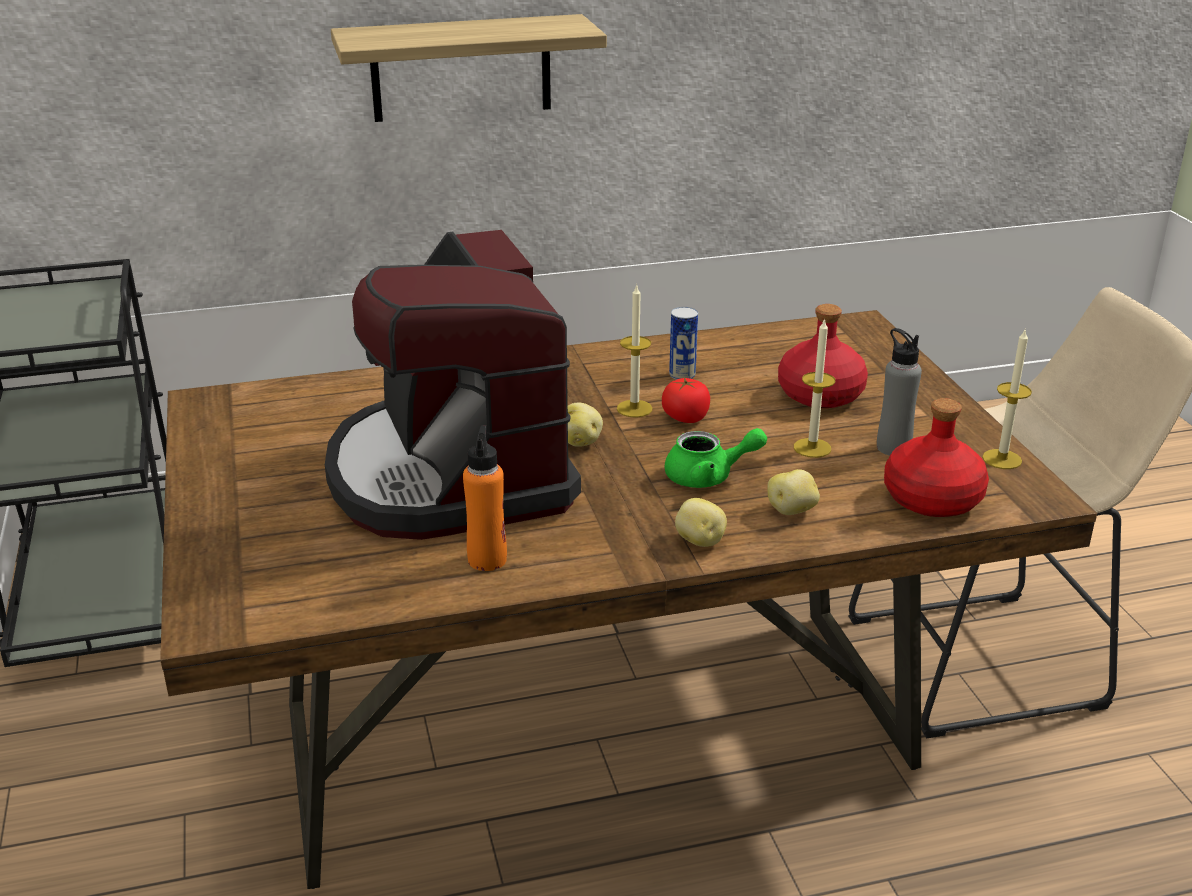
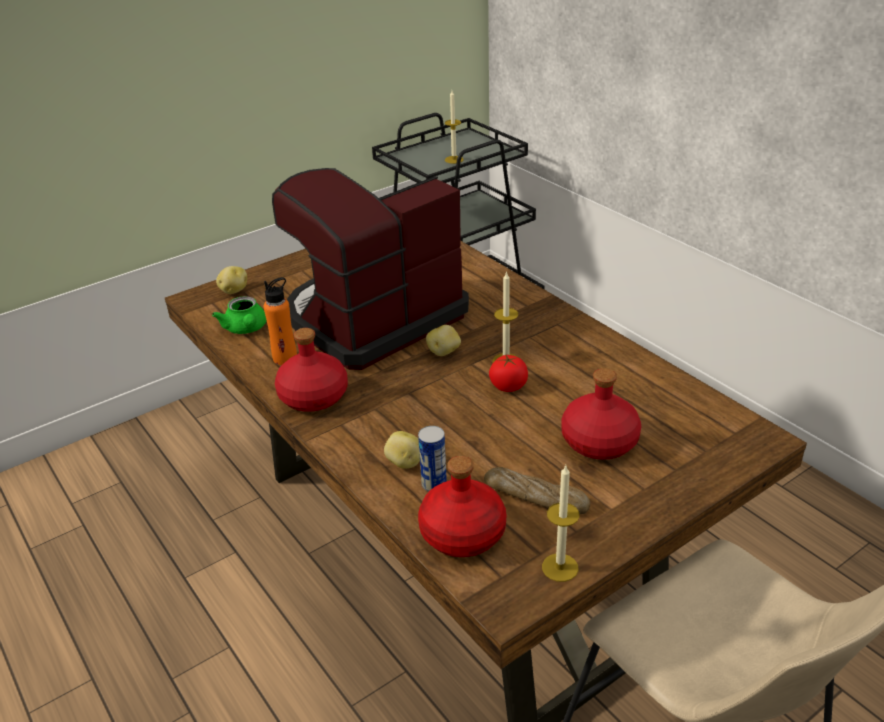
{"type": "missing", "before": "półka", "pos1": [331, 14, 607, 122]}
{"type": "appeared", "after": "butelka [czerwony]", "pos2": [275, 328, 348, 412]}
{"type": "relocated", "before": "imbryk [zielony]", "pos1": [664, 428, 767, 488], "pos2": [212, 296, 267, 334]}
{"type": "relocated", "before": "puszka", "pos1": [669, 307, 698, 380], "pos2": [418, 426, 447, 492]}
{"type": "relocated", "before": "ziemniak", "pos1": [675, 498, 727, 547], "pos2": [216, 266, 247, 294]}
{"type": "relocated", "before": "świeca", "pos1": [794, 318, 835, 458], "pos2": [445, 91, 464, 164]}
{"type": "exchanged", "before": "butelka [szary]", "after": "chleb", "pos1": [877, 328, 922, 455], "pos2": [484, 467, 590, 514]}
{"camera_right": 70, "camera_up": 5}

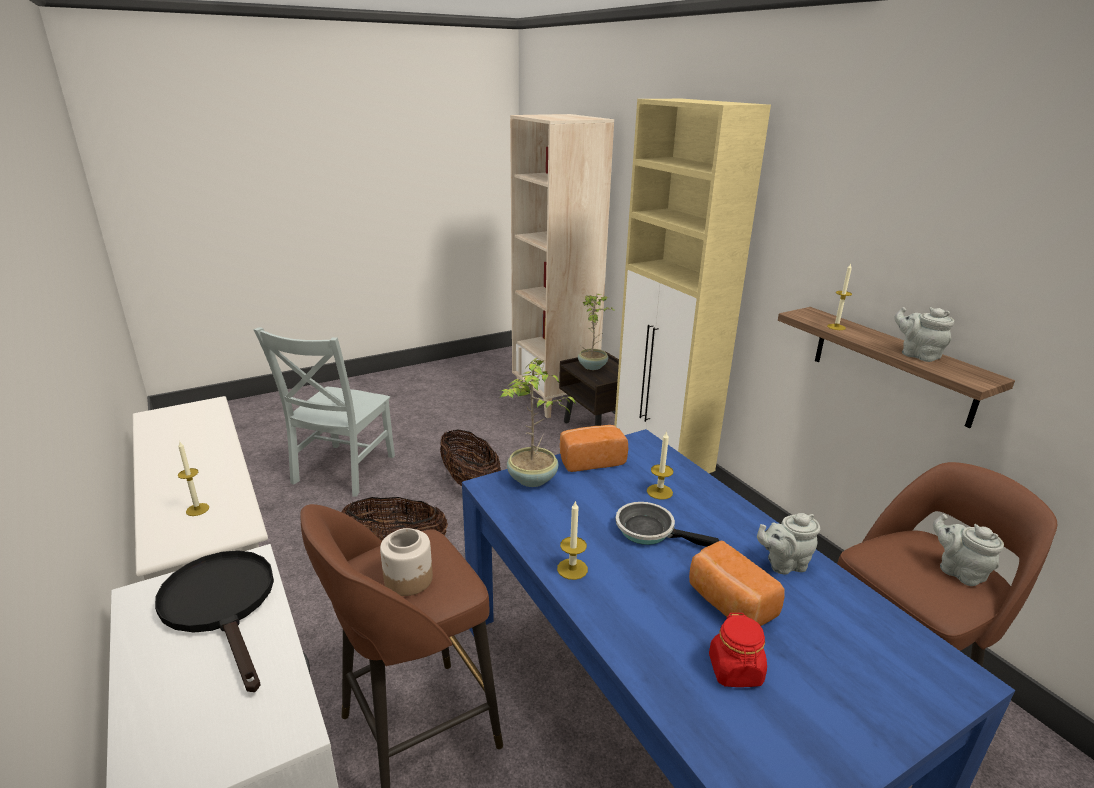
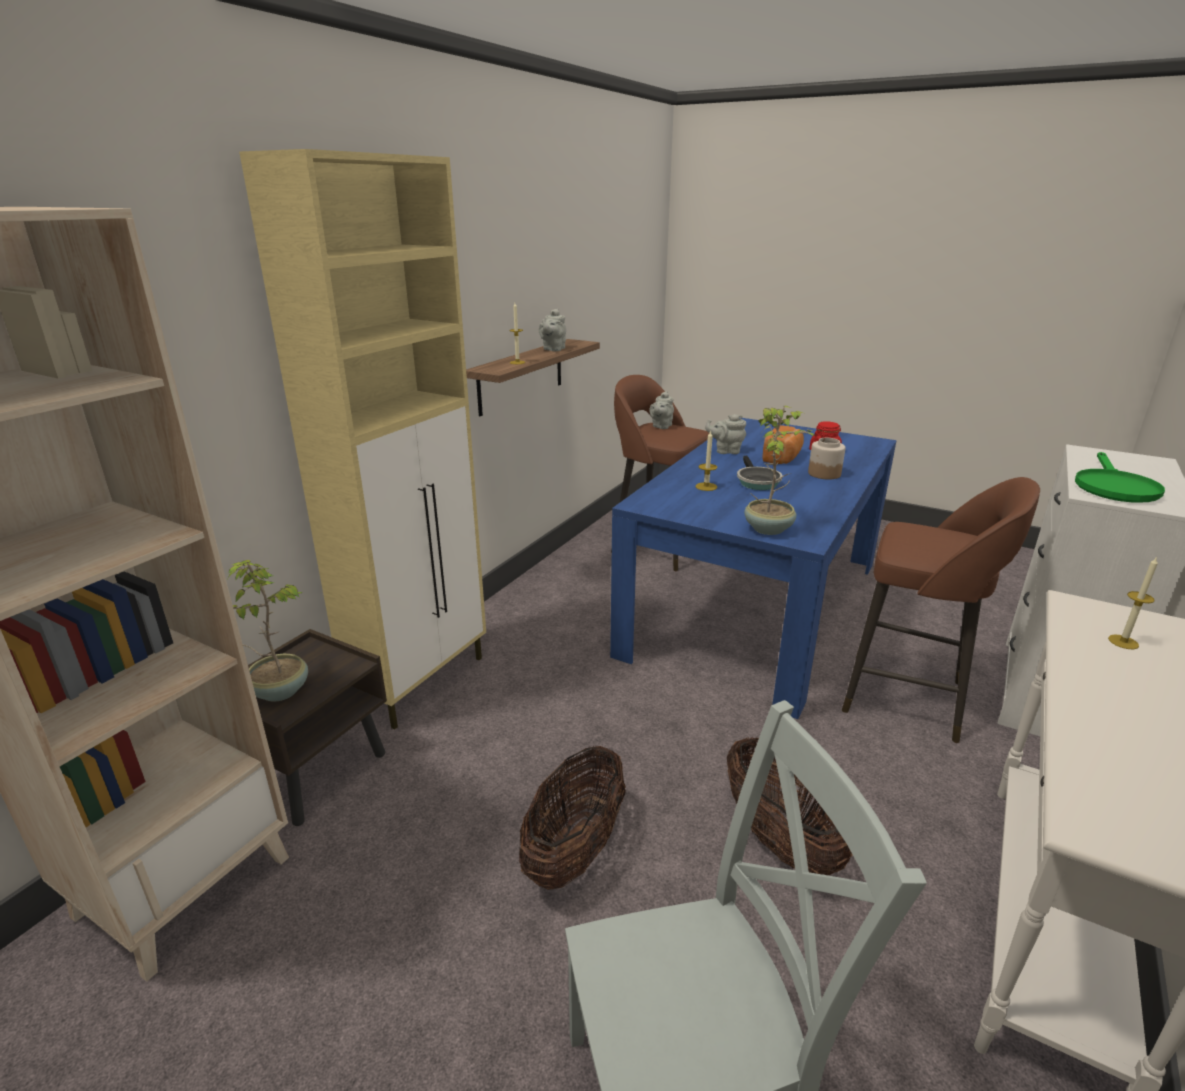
{"type": "missing", "before": "świeca", "pos1": [557, 500, 588, 580]}
{"type": "missing", "before": "chleb", "pos1": [560, 425, 628, 472]}
{"type": "relocated", "before": "słoik", "pos1": [380, 528, 433, 596], "pos2": [808, 438, 845, 479]}
{"type": "colour", "before": "patelnia [czarny]", "after": "patelnia [zielony]", "pos1": [155, 550, 274, 692], "pos2": [1075, 452, 1165, 503]}
{"type": "spun", "before": "imbryk [szary]", "pos1": [757, 513, 820, 575], "pos2": [705, 414, 746, 454], "turn": 135}
{"camera_right": -120, "camera_up": 0}

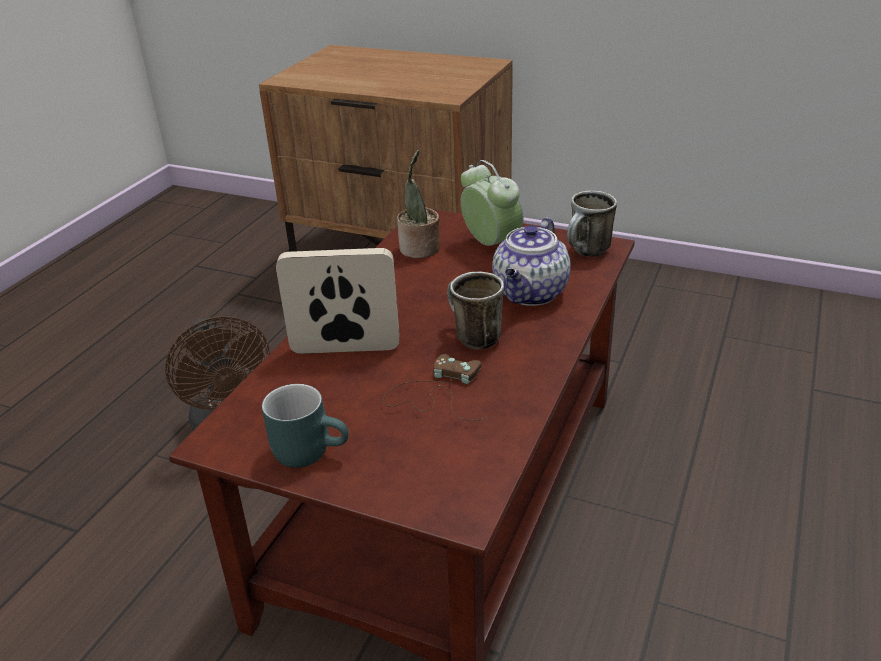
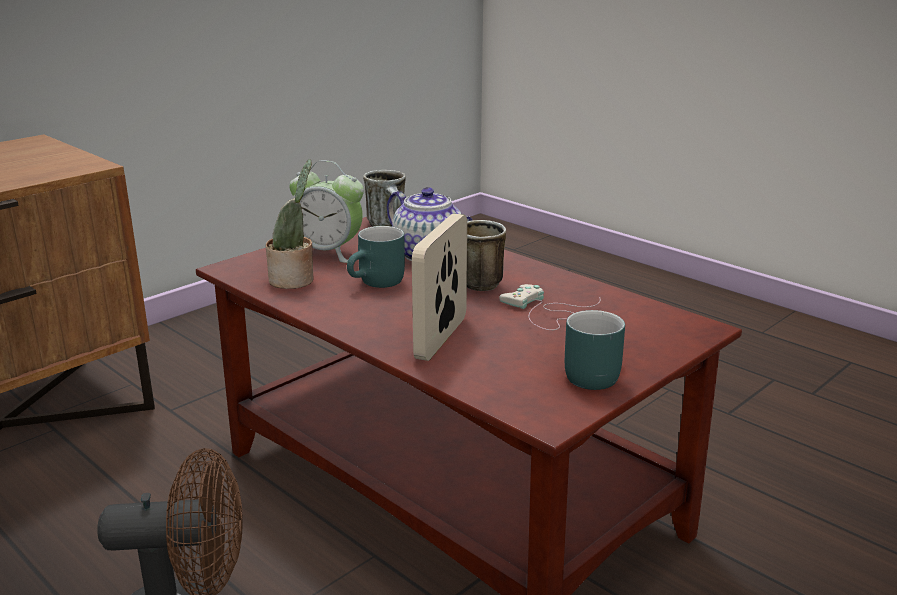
{"type": "appeared", "after": "kubek [turkusowy]", "pos2": [347, 226, 405, 288]}
{"type": "colour", "before": "pad do gier [brązowy]", "after": "pad do gier [biały]", "pos1": [383, 354, 486, 421], "pos2": [499, 284, 601, 330]}
{"type": "spun", "before": "budzik", "pos1": [461, 160, 523, 246], "pos2": [289, 161, 364, 263], "turn": -150}
{"camera_right": -70, "camera_up": -10}

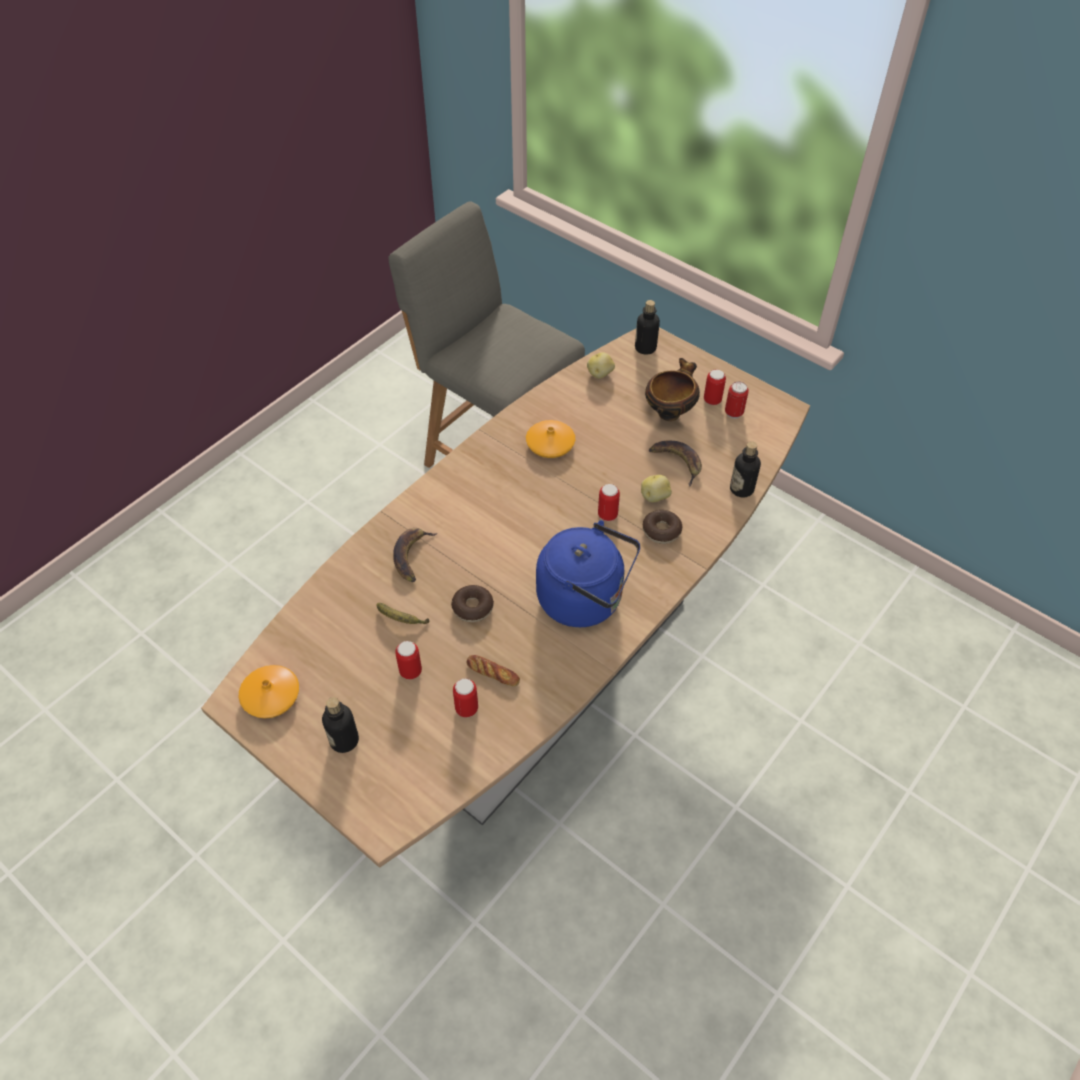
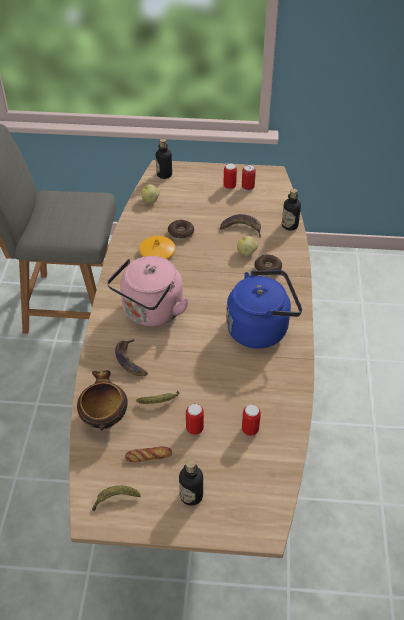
{"type": "missing", "before": "puszka", "pos1": [598, 484, 620, 521]}
{"type": "appeared", "after": "czajnik [różowy]", "pos2": [107, 256, 189, 326]}
{"type": "relocated", "before": "donut", "pos1": [451, 585, 494, 622], "pos2": [168, 220, 194, 241]}
{"type": "relocated", "before": "chleb", "pos1": [466, 655, 520, 686], "pos2": [125, 446, 172, 463]}
{"type": "relocated", "before": "miska", "pos1": [645, 358, 700, 421], "pos2": [77, 370, 128, 431]}
{"type": "exchanged", "before": "wazon [pomarańczowy]", "after": "banan", "pos1": [239, 665, 299, 719], "pos2": [92, 485, 141, 511]}
{"camera_right": -35, "camera_up": -5}

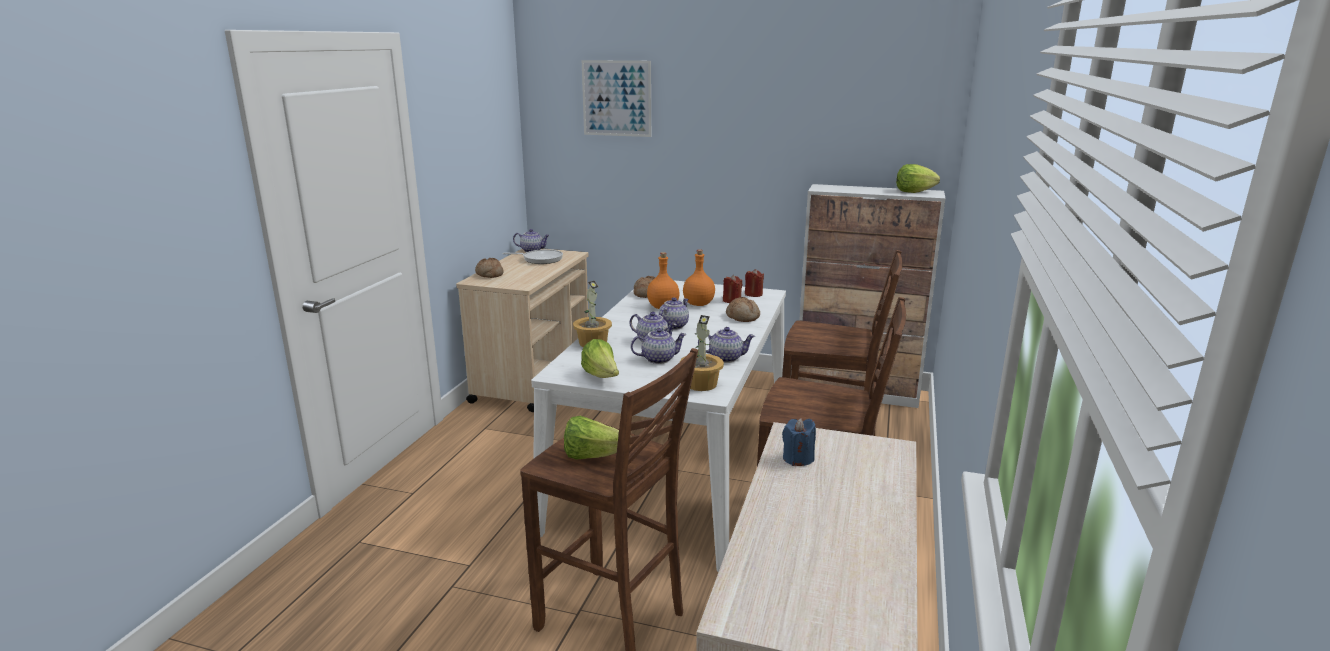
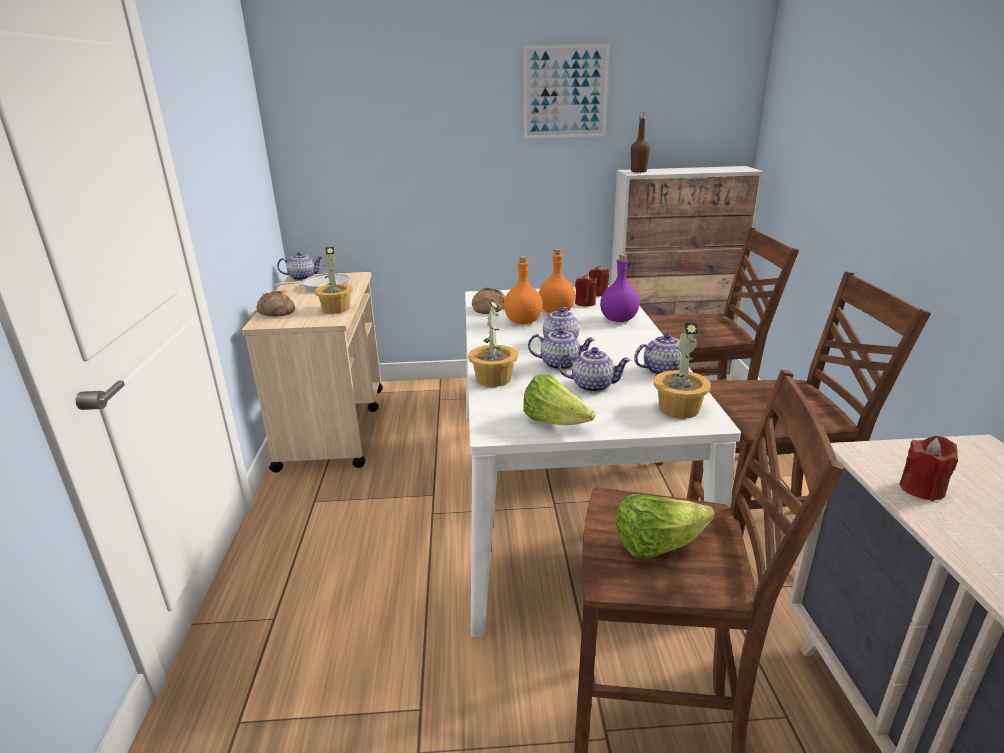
{"type": "missing", "before": "sałata", "pos1": [896, 164, 940, 193]}
{"type": "appeared", "after": "roślina doniczkowa", "pos2": [314, 247, 353, 314]}
{"type": "appeared", "after": "butelka [brązowy]", "pos2": [631, 113, 650, 173]}
{"type": "relocated", "before": "obraz", "pos1": [582, 60, 651, 137], "pos2": [523, 44, 609, 138]}
{"type": "exchanged", "before": "chleb", "after": "butelka [fioletowy]", "pos1": [726, 297, 760, 322], "pos2": [600, 254, 640, 322]}
{"type": "colour", "before": "świeca [niebieski]", "after": "świeca [czerwony]", "pos1": [782, 418, 816, 466], "pos2": [900, 436, 958, 501]}
{"type": "spun", "before": "imbryk", "pos1": [631, 328, 687, 364], "pos2": [558, 347, 631, 392], "turn": 45}
{"camera_right": -20, "camera_up": 5}

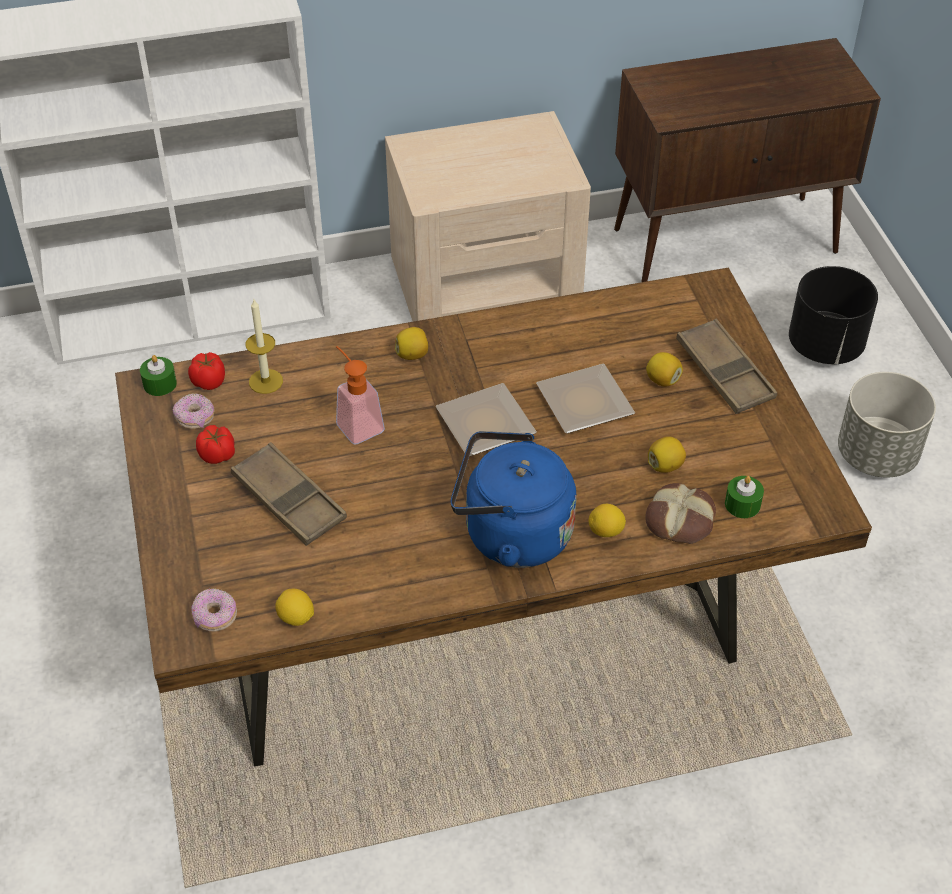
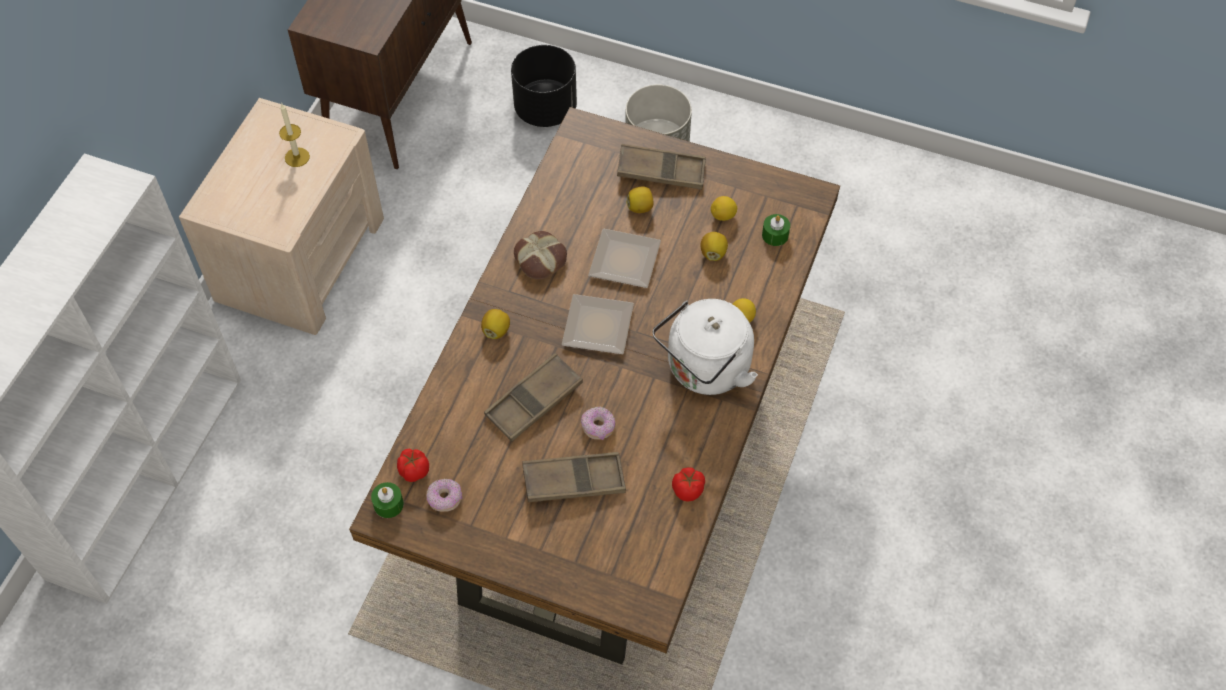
{"type": "relocated", "before": "donut", "pos1": [191, 589, 237, 632], "pos2": [581, 406, 616, 440]}
{"type": "relocated", "before": "pomidor", "pos1": [196, 425, 235, 464], "pos2": [672, 467, 705, 502]}
{"type": "relocated", "before": "świeca", "pos1": [246, 300, 283, 394], "pos2": [279, 104, 310, 167]}
{"type": "relocated", "before": "cytryna", "pos1": [275, 589, 314, 626], "pos2": [711, 196, 737, 221]}
{"type": "relocated", "before": "chleb", "pos1": [645, 483, 716, 544], "pos2": [514, 231, 567, 279]}
{"type": "exchanged", "before": "dozownik mydła", "after": "taca [brązowy]", "pos1": [336, 346, 385, 445], "pos2": [484, 353, 583, 442]}
{"type": "colour", "before": "czajnik [niebieski]", "after": "czajnik [biały]", "pos1": [450, 431, 577, 568], "pos2": [652, 299, 758, 395]}
{"camera_right": -55, "camera_up": 10}

